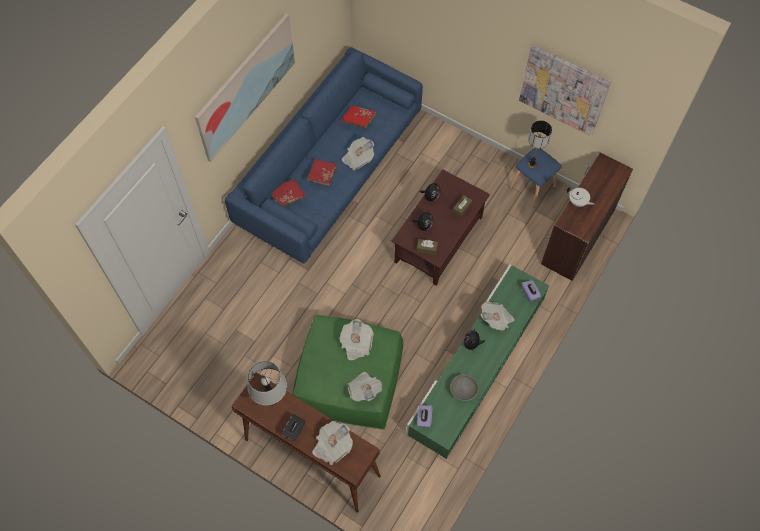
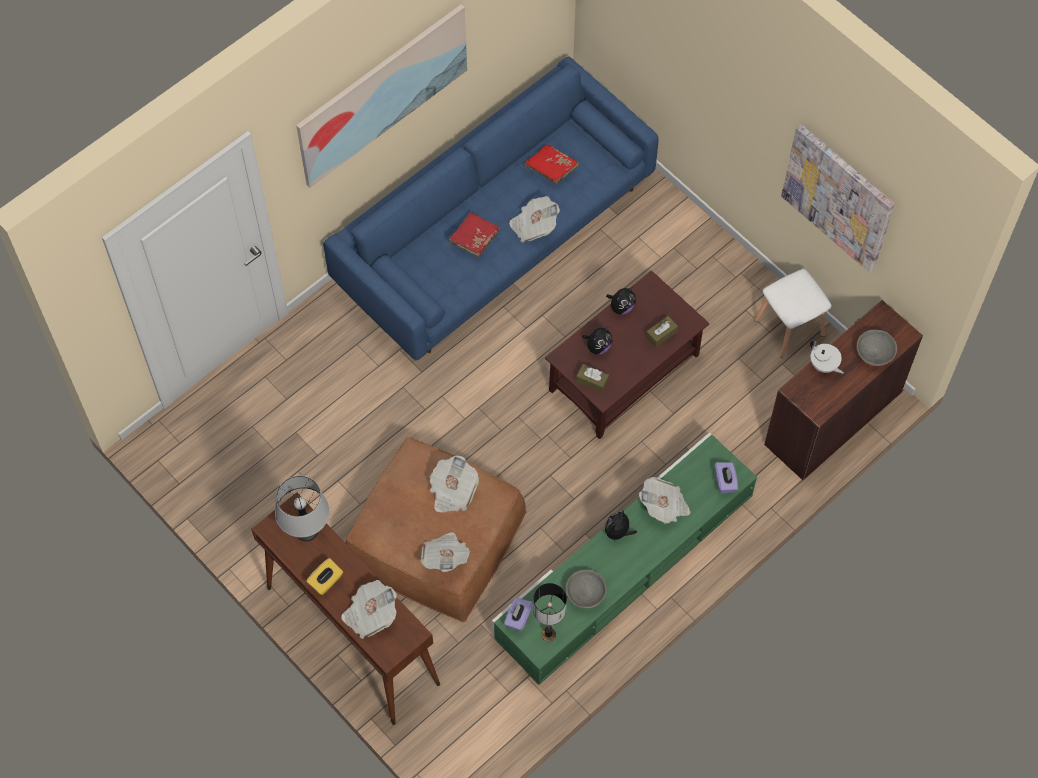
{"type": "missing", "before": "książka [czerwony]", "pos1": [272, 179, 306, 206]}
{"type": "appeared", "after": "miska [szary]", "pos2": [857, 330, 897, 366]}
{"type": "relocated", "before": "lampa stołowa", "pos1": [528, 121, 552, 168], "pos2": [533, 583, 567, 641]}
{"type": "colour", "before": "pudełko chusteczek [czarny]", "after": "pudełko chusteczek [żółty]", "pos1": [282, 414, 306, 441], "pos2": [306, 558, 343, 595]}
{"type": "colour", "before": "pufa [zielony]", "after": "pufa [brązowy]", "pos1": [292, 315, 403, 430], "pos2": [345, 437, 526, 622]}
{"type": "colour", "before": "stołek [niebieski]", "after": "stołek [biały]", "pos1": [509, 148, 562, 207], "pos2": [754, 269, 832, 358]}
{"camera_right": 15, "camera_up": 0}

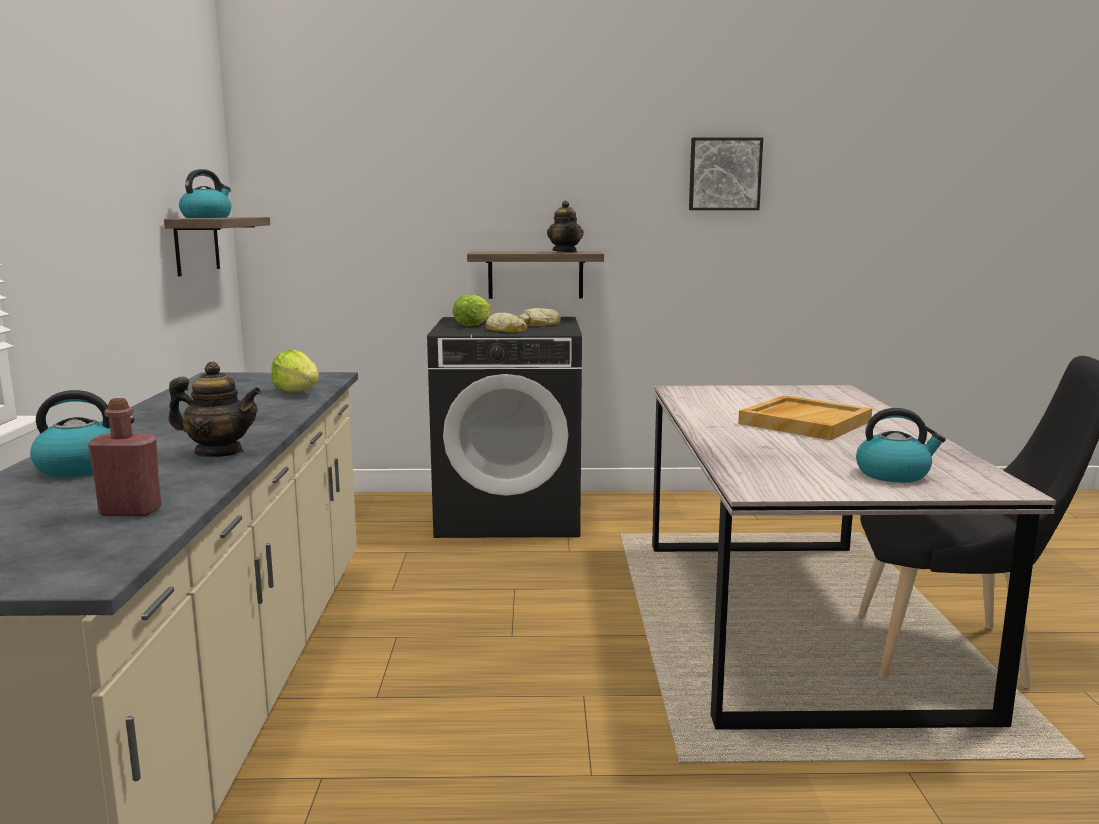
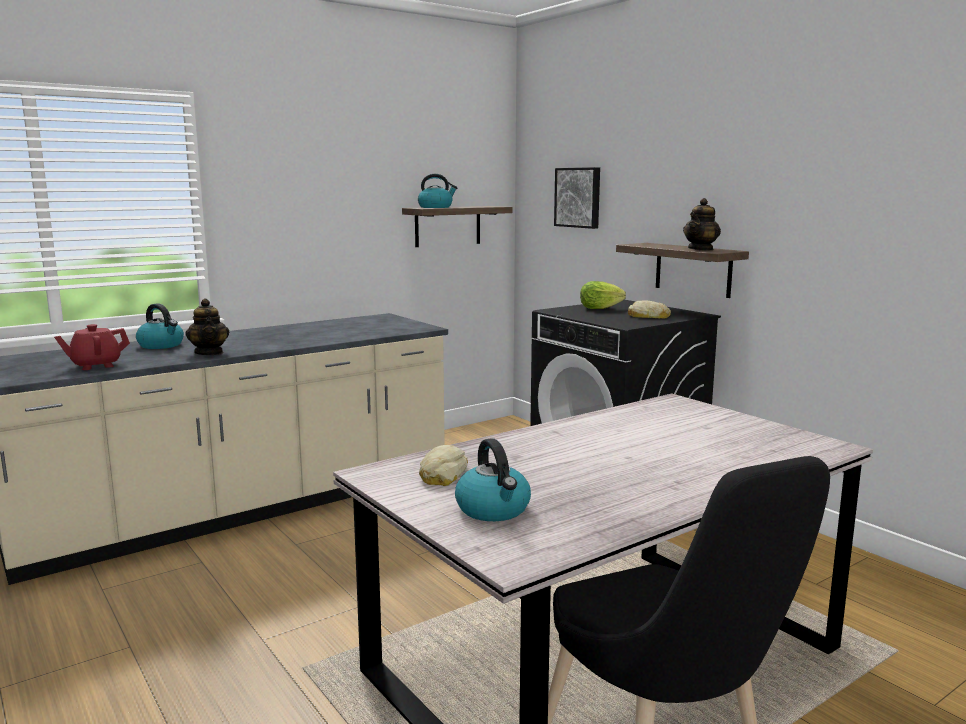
{"type": "missing", "before": "sałata", "pos1": [272, 350, 319, 392]}
{"type": "missing", "before": "taca [beżowy]", "pos1": [738, 395, 872, 440]}
{"type": "relocated", "before": "chleb", "pos1": [486, 313, 527, 333], "pos2": [419, 445, 468, 486]}
{"type": "relocated", "before": "obraz", "pos1": [689, 137, 763, 210], "pos2": [554, 167, 600, 229]}
{"type": "exchanged", "before": "butelka [czerwony]", "after": "imbryk [czerwony]", "pos1": [88, 398, 161, 516], "pos2": [54, 324, 130, 370]}
{"camera_right": 55, "camera_up": 0}

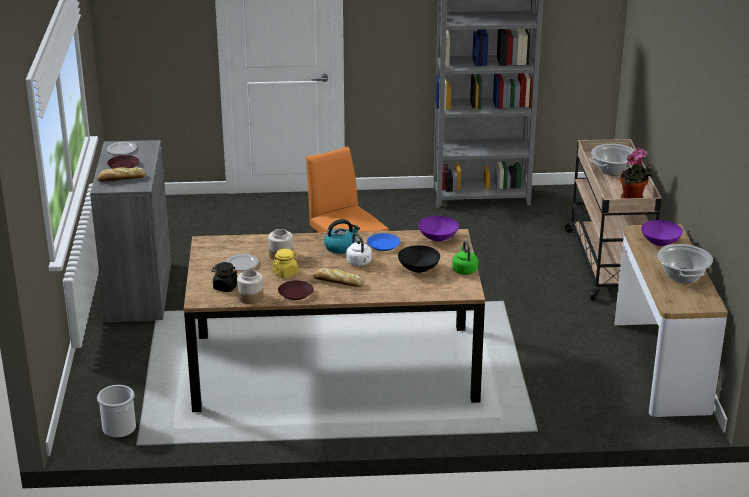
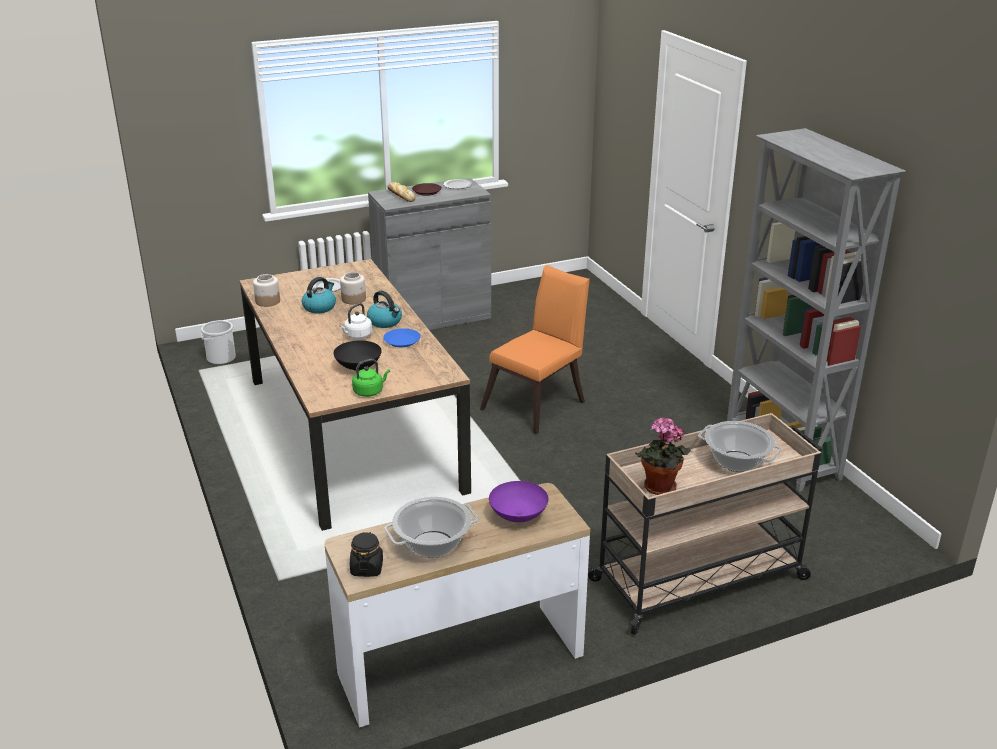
{"type": "missing", "before": "talerz [brązowy]", "pos1": [278, 280, 313, 300]}
{"type": "missing", "before": "chleb", "pos1": [313, 268, 364, 287]}
{"type": "missing", "before": "miska [fioletowy]", "pos1": [418, 216, 459, 242]}
{"type": "relocated", "before": "słoik [czarny]", "pos1": [211, 262, 238, 292], "pos2": [350, 532, 383, 577]}
{"type": "exchanged", "before": "słoik [żółty]", "after": "czajnik", "pos1": [273, 249, 298, 278], "pos2": [302, 277, 336, 314]}
{"camera_right": 70, "camera_up": 0}

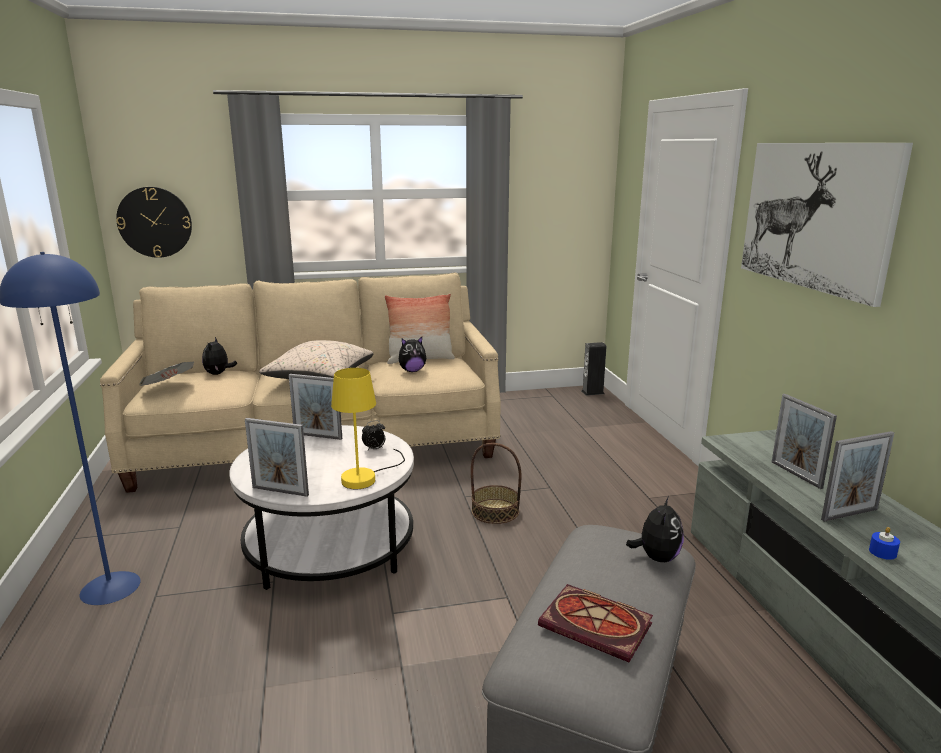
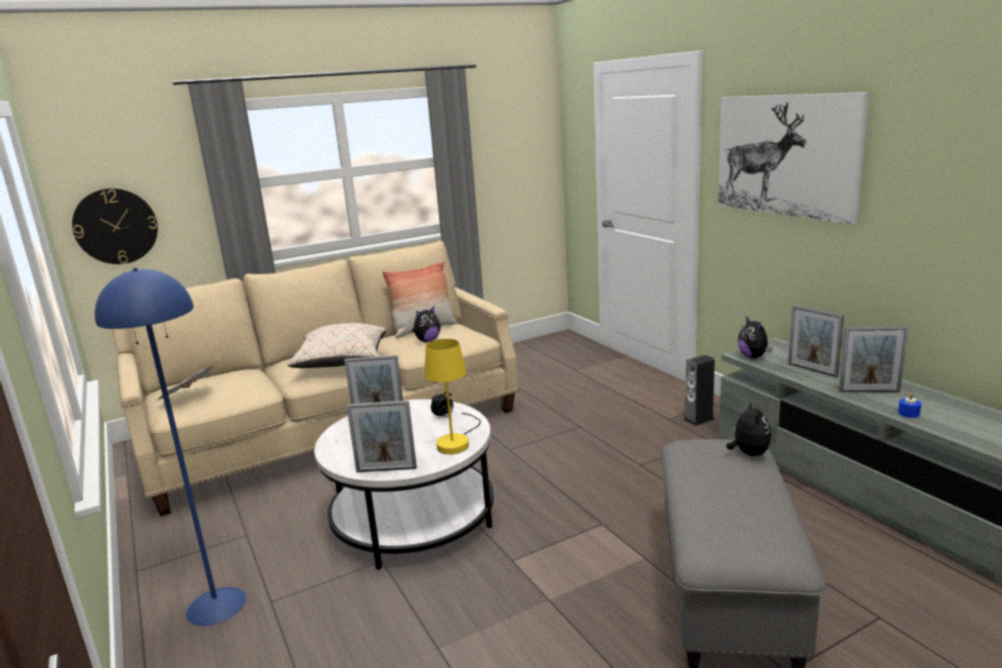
{"type": "missing", "before": "koszyk", "pos1": [471, 443, 521, 524]}
{"type": "missing", "before": "książka", "pos1": [538, 584, 653, 662]}
{"type": "relocated", "before": "pluszak", "pos1": [202, 337, 237, 375], "pos2": [738, 316, 773, 359]}
{"type": "relocated", "before": "głośnik", "pos1": [582, 342, 606, 395], "pos2": [683, 355, 715, 426]}
{"type": "spun", "before": "ramka na zdjęcie", "pos1": [821, 431, 895, 522], "pos2": [839, 326, 908, 392], "turn": 45}
{"camera_right": -15, "camera_up": 0}

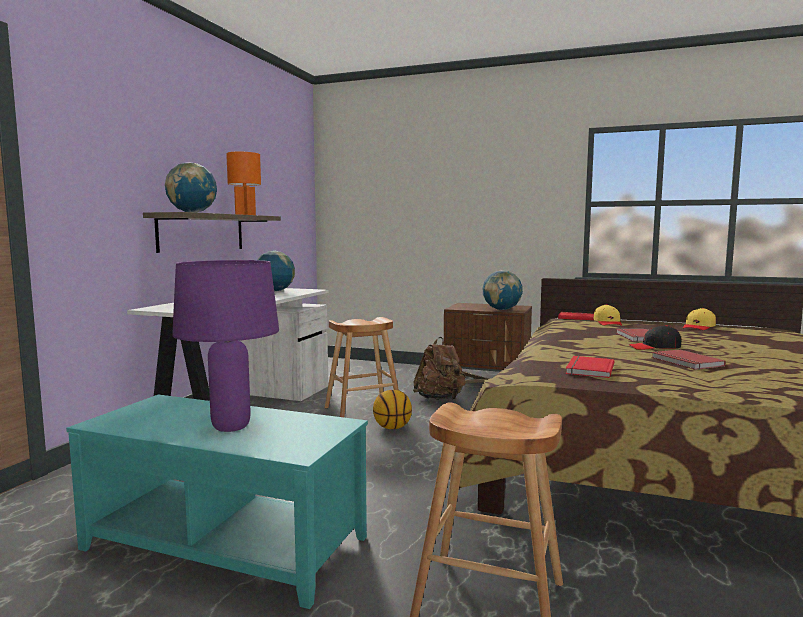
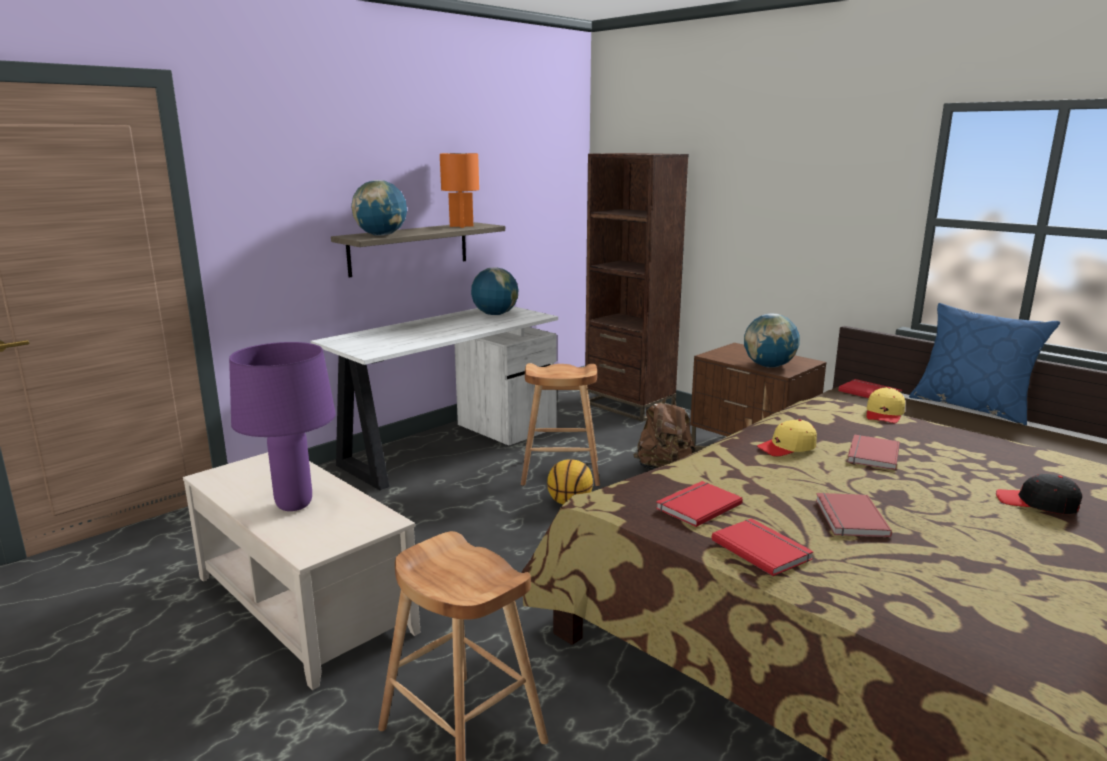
{"type": "appeared", "after": "regał [brązowy]", "pos2": [585, 153, 689, 422]}
{"type": "appeared", "after": "książka [czerwony]", "pos2": [712, 518, 814, 576]}
{"type": "appeared", "after": "poduszka [niebieski]", "pos2": [909, 303, 1060, 426]}
{"type": "relocated", "before": "czapka z daszkiem [czarny]", "pos1": [629, 325, 681, 350], "pos2": [996, 474, 1082, 514]}
{"type": "relocated", "before": "czapka z daszkiem [żółty]", "pos1": [683, 308, 716, 330], "pos2": [757, 419, 817, 457]}
{"type": "colour", "before": "ława [turkusowy]", "after": "ława [beżowy]", "pos1": [66, 395, 368, 609], "pos2": [183, 452, 420, 690]}
{"camera_right": 25, "camera_up": 10}

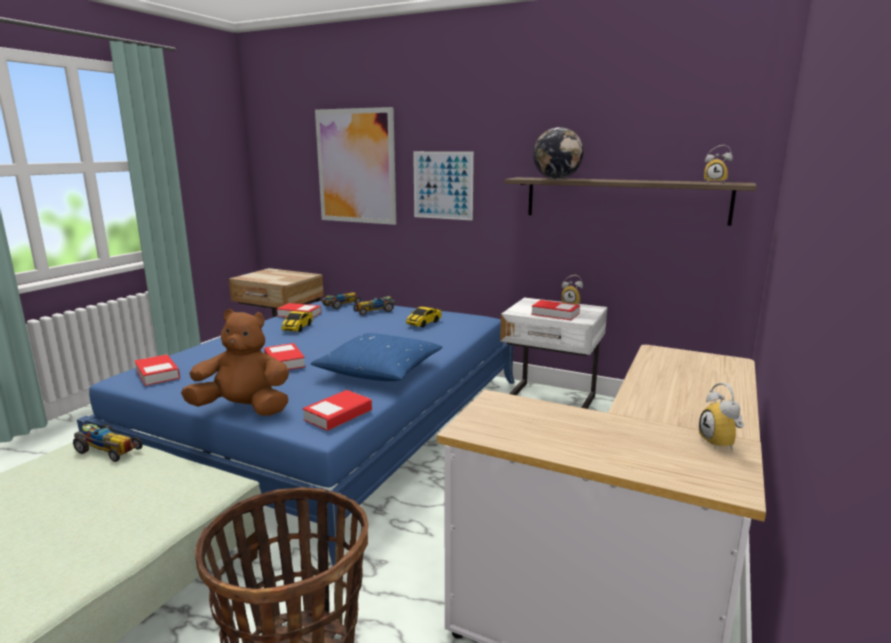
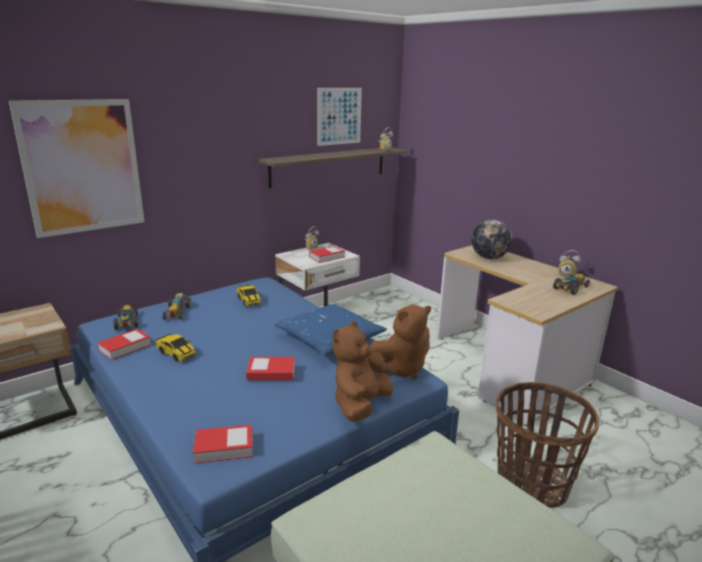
{"type": "relocated", "before": "samochodzik", "pos1": [73, 424, 143, 462], "pos2": [553, 274, 590, 295]}
{"type": "relocated", "before": "obraz", "pos1": [413, 151, 474, 220], "pos2": [318, 88, 362, 146]}
{"type": "relocated", "before": "globus", "pos1": [533, 127, 583, 179], "pos2": [471, 219, 512, 259]}
{"type": "exchanged", "before": "książka", "after": "pluszak [brązowy]", "pos1": [302, 390, 372, 431], "pos2": [370, 305, 431, 380]}
{"camera_right": -65, "camera_up": 5}

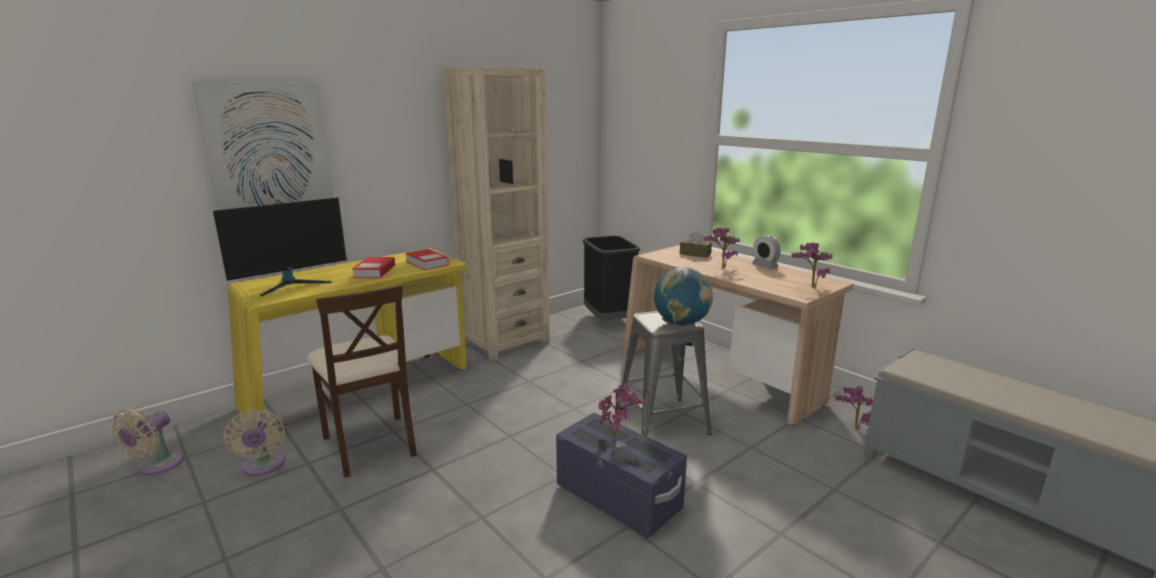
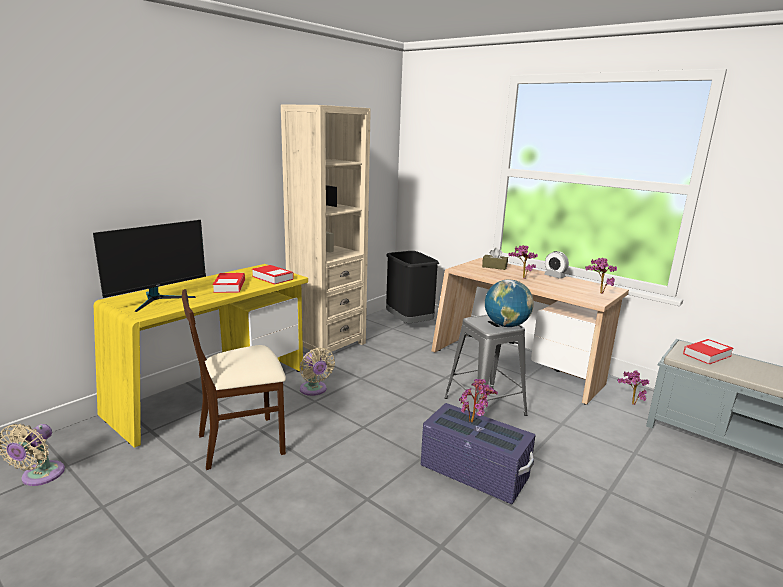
{"type": "missing", "before": "obraz", "pos1": [192, 81, 334, 210]}
{"type": "appeared", "after": "książka", "pos2": [683, 339, 734, 364]}
{"type": "relocated", "before": "wentylator [beżowy]", "pos1": [223, 409, 285, 476], "pos2": [300, 348, 335, 396]}
{"type": "spun", "before": "krzesło [beżowy]", "pos1": [307, 285, 417, 478], "pos2": [182, 289, 286, 470], "turn": 105}
{"camera_right": -10, "camera_up": 0}

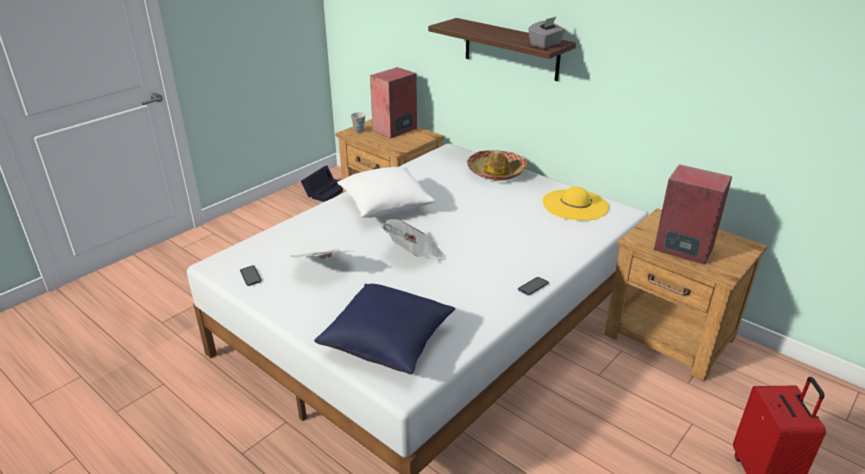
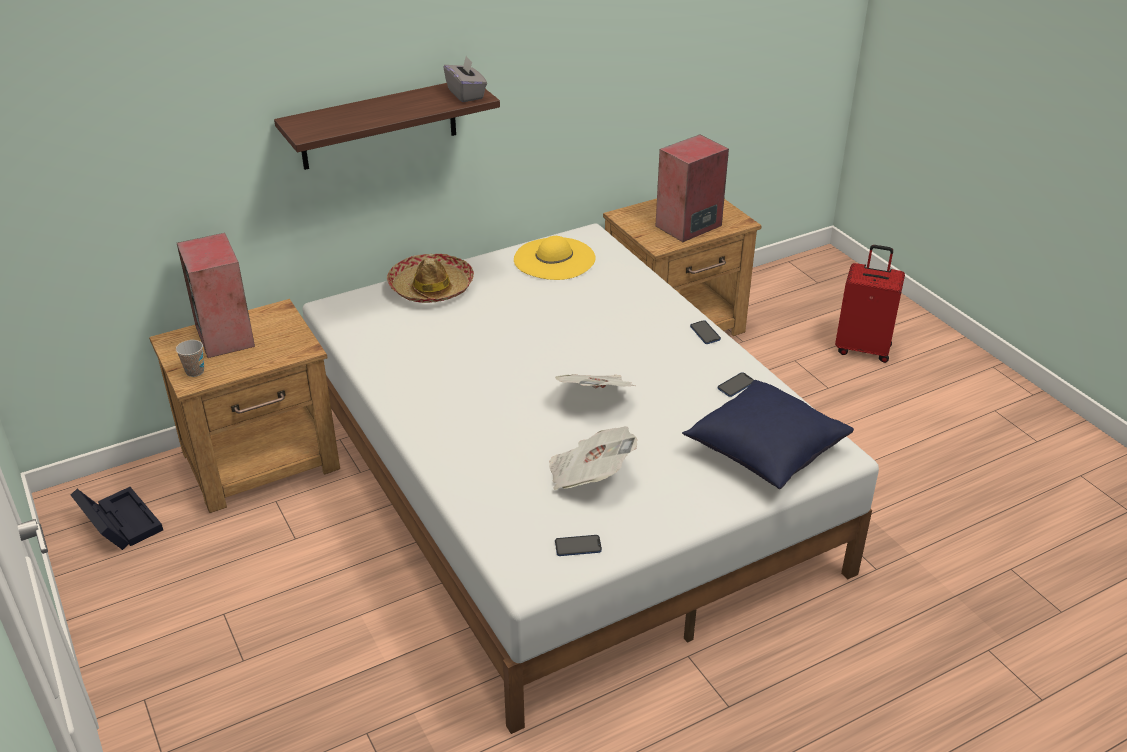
{"type": "missing", "before": "poduszka [biały]", "pos1": [337, 167, 435, 218]}
{"type": "appeared", "after": "telefon", "pos2": [718, 372, 754, 397]}
{"camera_right": -70, "camera_up": 5}

